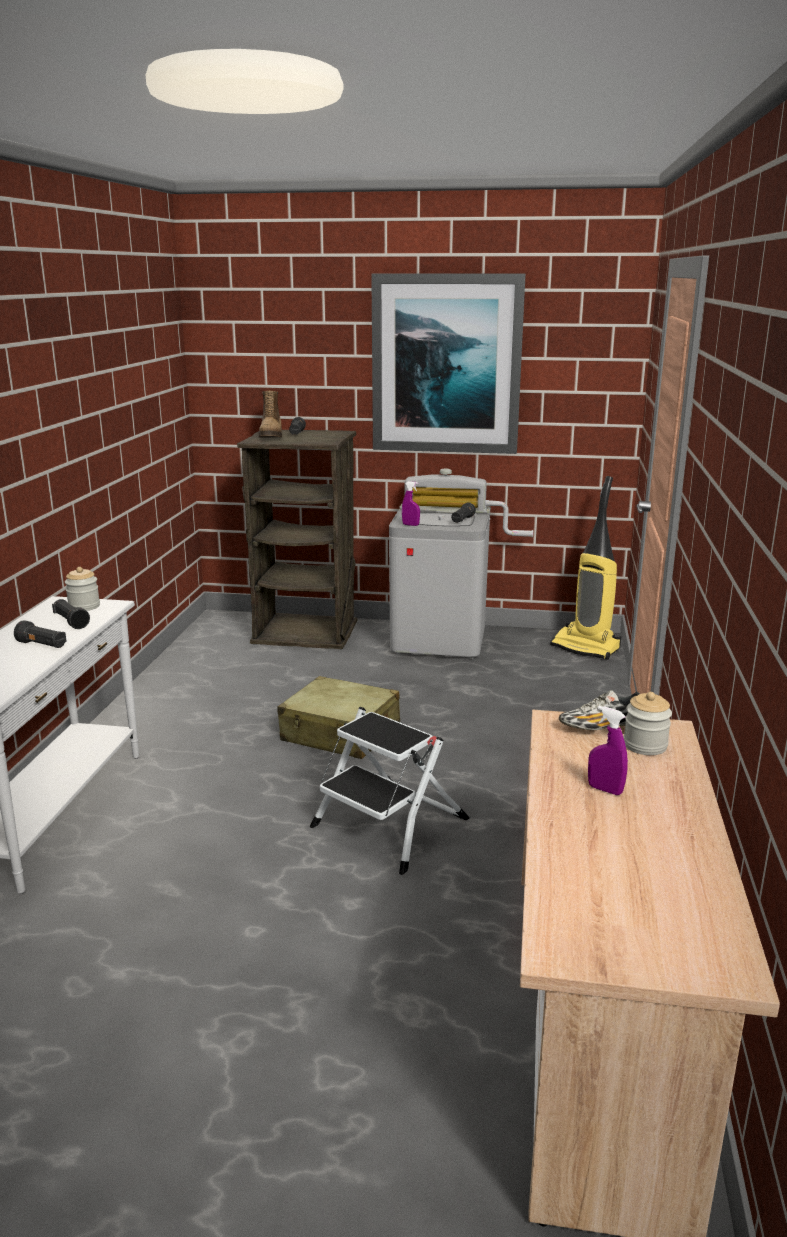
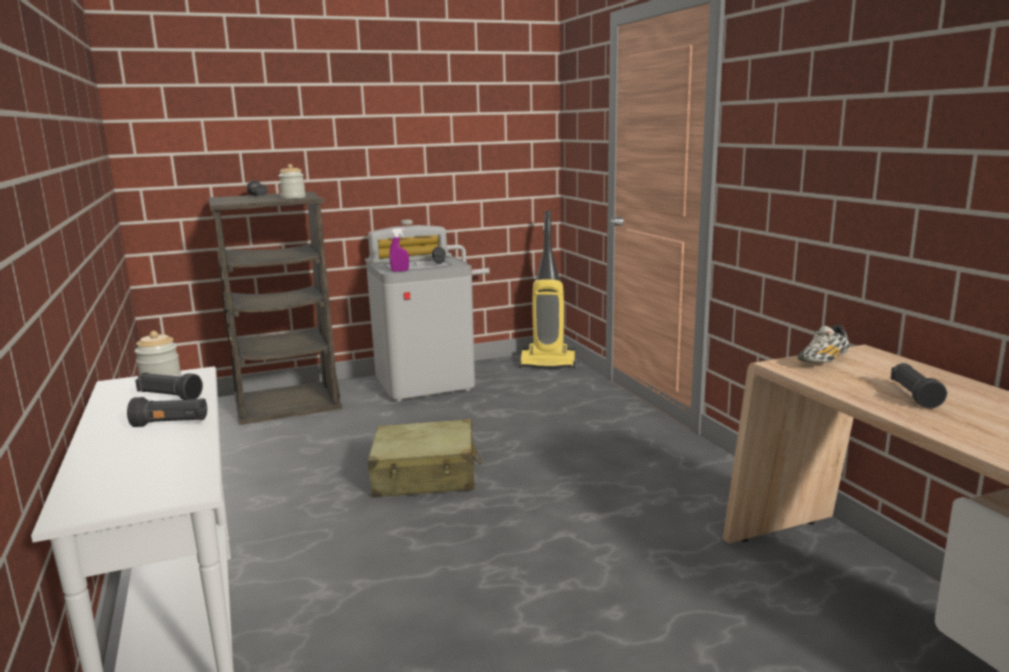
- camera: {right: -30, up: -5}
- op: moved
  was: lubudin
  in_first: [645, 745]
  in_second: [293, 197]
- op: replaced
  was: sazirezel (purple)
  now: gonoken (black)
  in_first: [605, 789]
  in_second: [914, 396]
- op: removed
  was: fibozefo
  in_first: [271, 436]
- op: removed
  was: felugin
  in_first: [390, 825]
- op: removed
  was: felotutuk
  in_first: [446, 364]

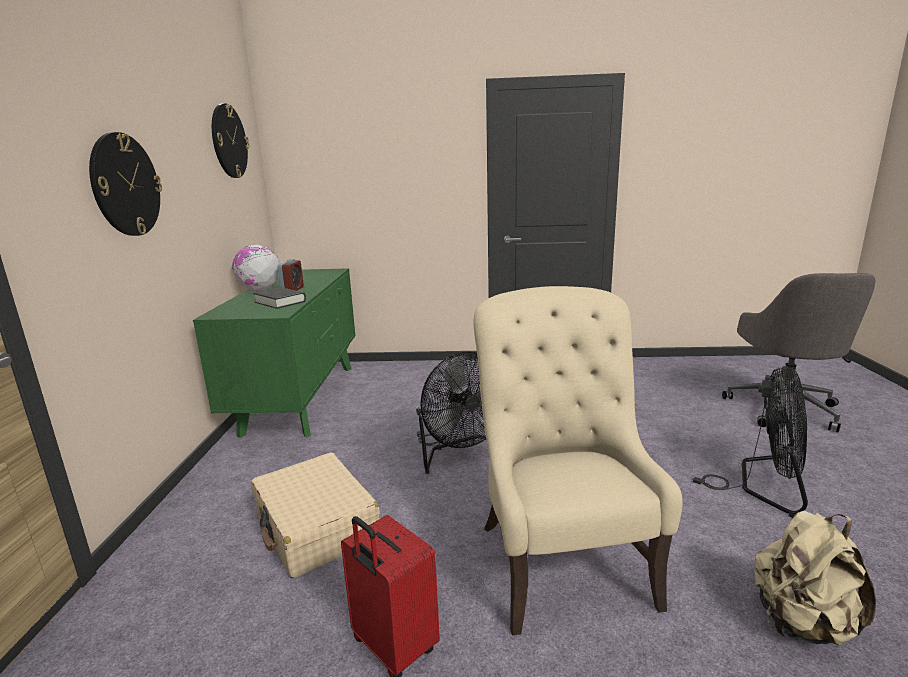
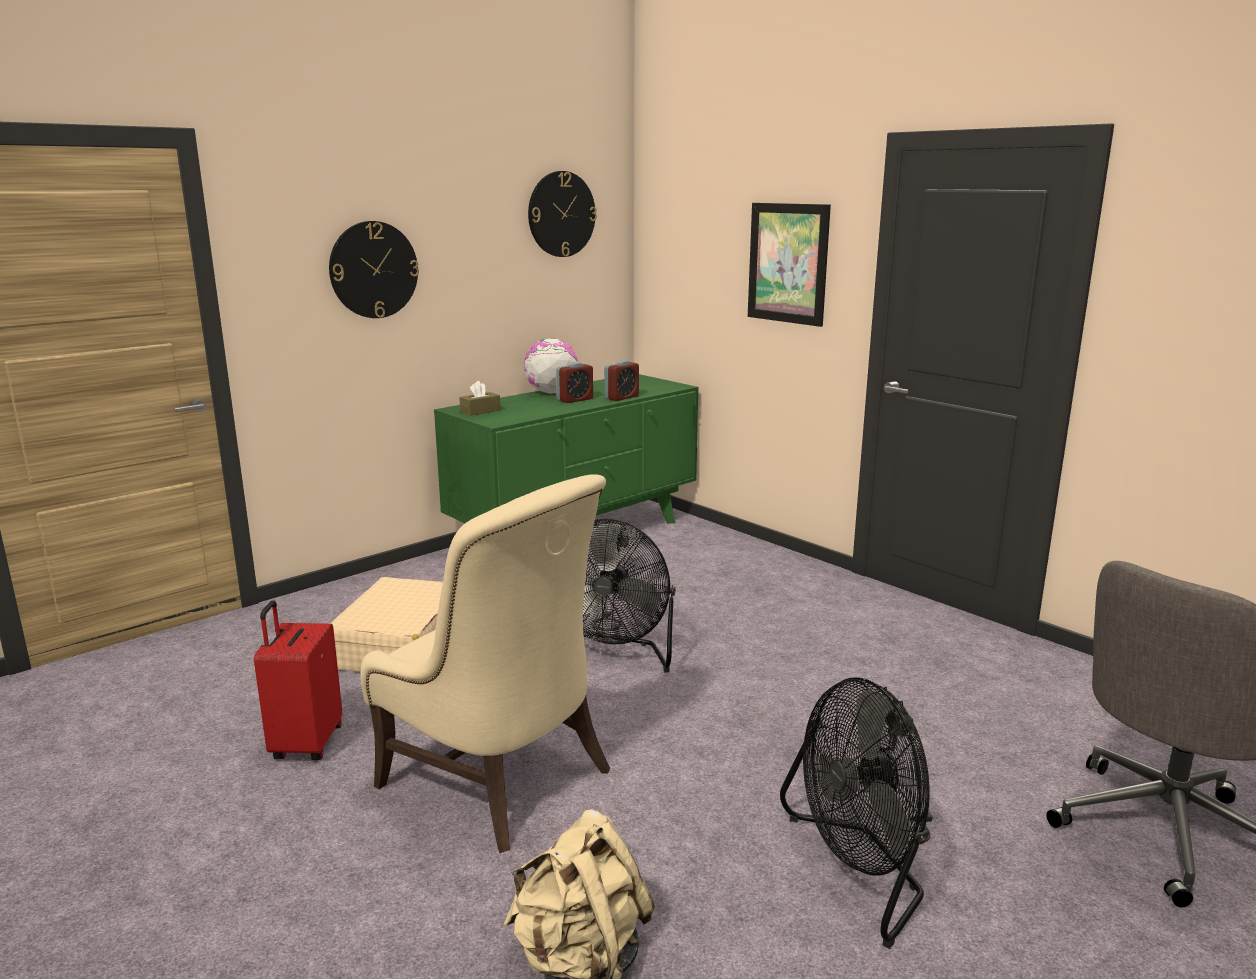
- camera: {right: 45, up: 0}
- op: turned
  was: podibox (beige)
  in_first: [561, 563]
  in_second: [499, 778]
  clockwise: 90
- op: added
  now: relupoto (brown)
  in_second: [480, 411]
- op: added
  now: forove
  in_second: [621, 397]
- op: added
  now: felotutuk
  in_second: [788, 263]
- op: turned
  was: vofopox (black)
  in_first: [761, 482]
  in_second: [865, 864]
  clockwise: 90
- op: removed
  was: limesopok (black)
  in_first: [280, 302]

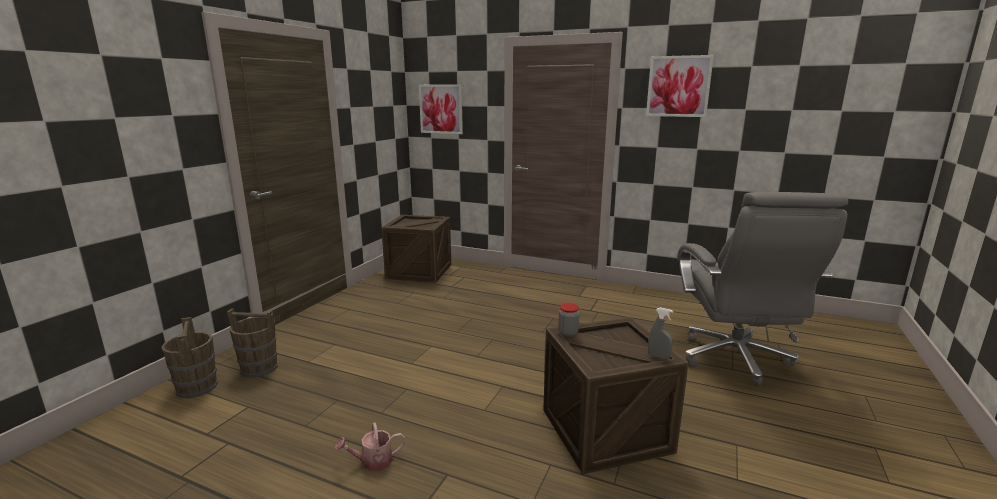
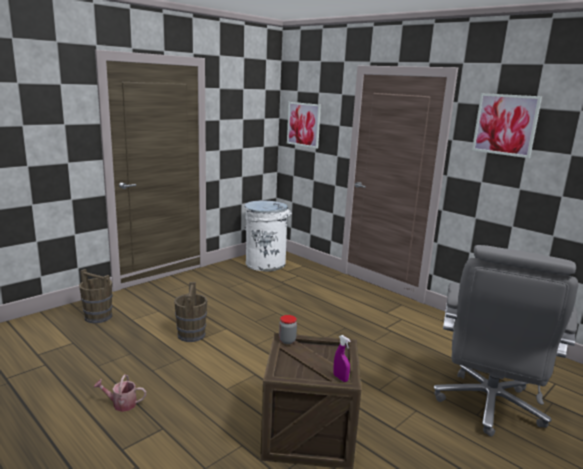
- camera: {right: 20, up: 0}
- op: moved
  was: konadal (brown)
  in_first: [197, 387]
  in_second: [191, 334]
- op: replaced
  was: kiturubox
  now: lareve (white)
  in_first: [419, 271]
  in_second: [265, 263]
- op: recoloured
  was: sazirezel (grey)
  now: sazirezel (purple)
  in_first: [658, 356]
  in_second: [340, 378]

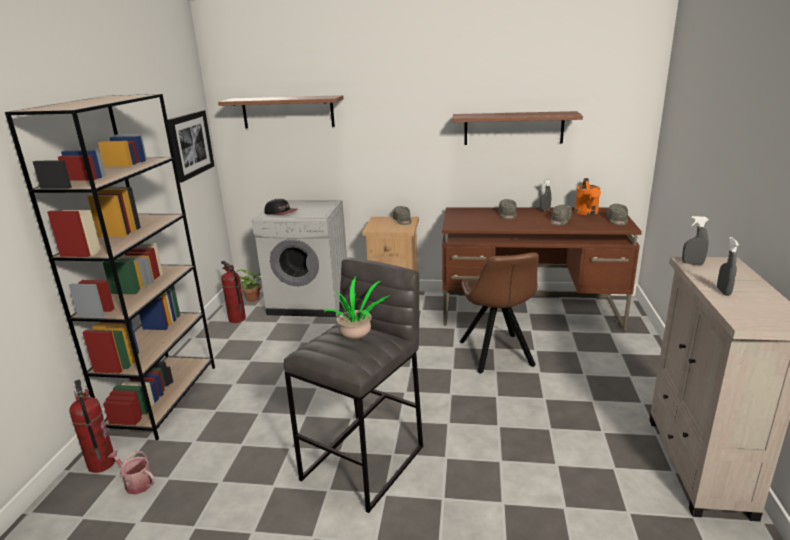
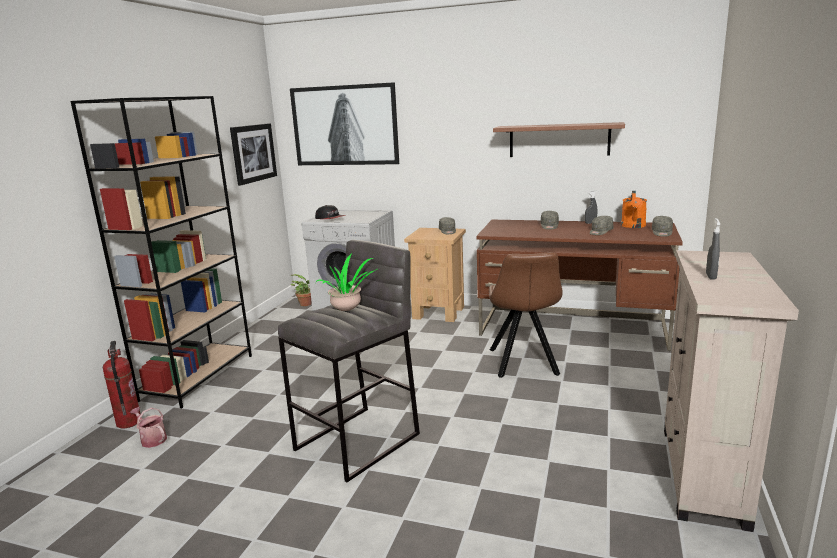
- camera: {right: 10, up: -5}
- op: replaced
  was: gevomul
  now: felotutuk
  in_first: [288, 112]
  in_second: [344, 125]
- op: removed
  was: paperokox
  in_first: [236, 319]
- op: removed
  was: sazirezel (grey)
  in_first: [692, 263]

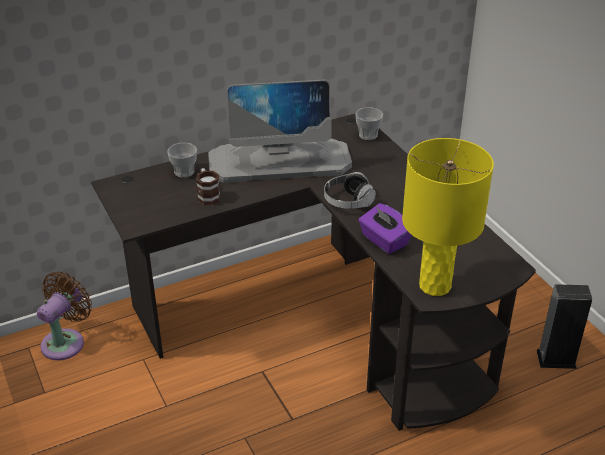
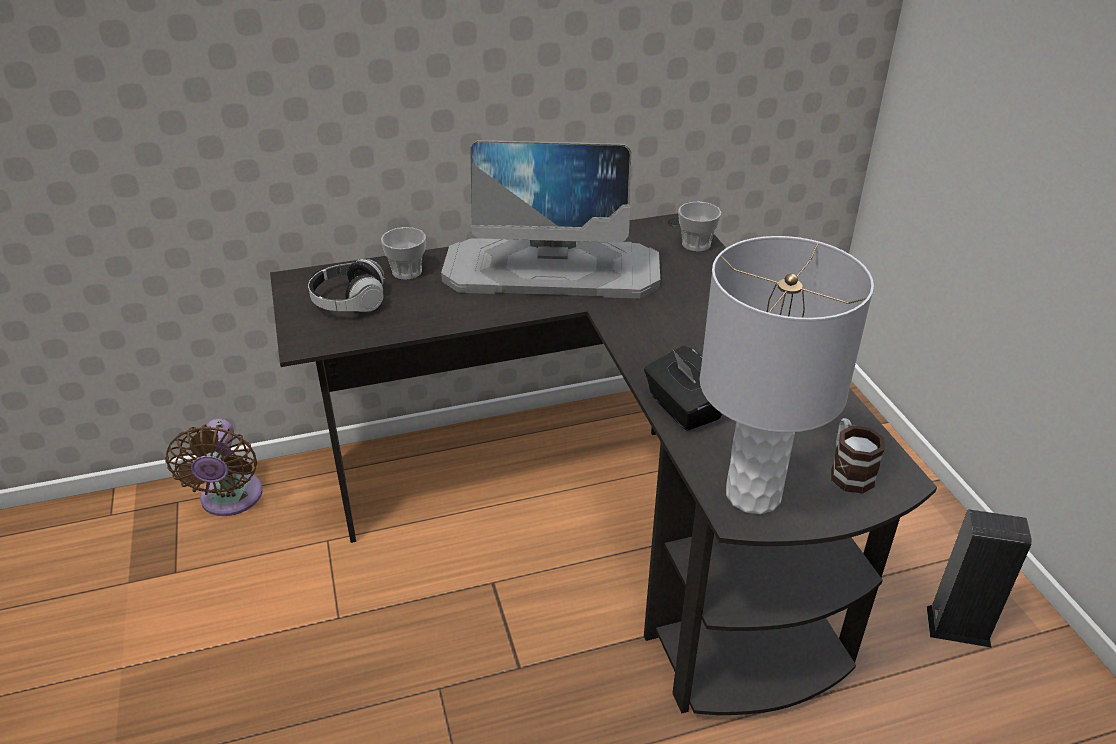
- camera: {right: 10, up: 0}
- op: turned
  was: vofopox (brown)
  in_first: [66, 341]
  in_second: [230, 500]
  clockwise: 135
- op: moved
  was: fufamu
  in_first: [348, 201]
  in_second: [349, 302]
- op: recoloured
  was: relupoto (purple)
  now: relupoto (black)
  in_first: [384, 241]
  in_second: [683, 408]
- op: recoloured
  was: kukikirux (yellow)
  now: kukikirux (grey)
  in_first: [434, 285]
  in_second: [752, 494]
- op: moved
  was: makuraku
  in_first: [207, 195]
  in_second: [848, 471]

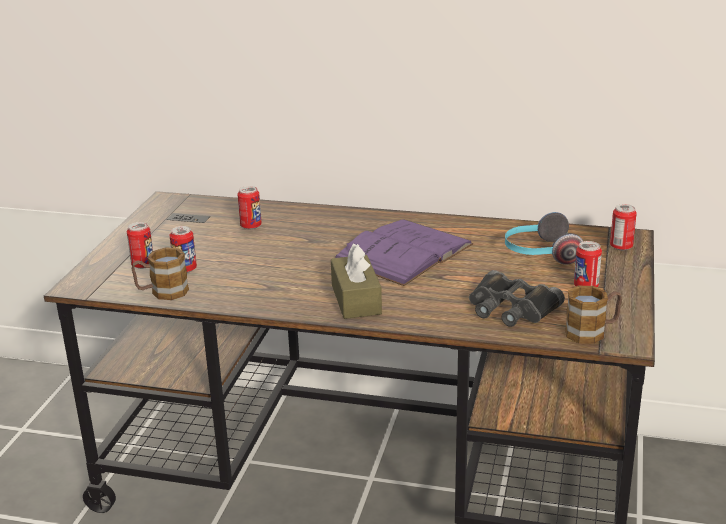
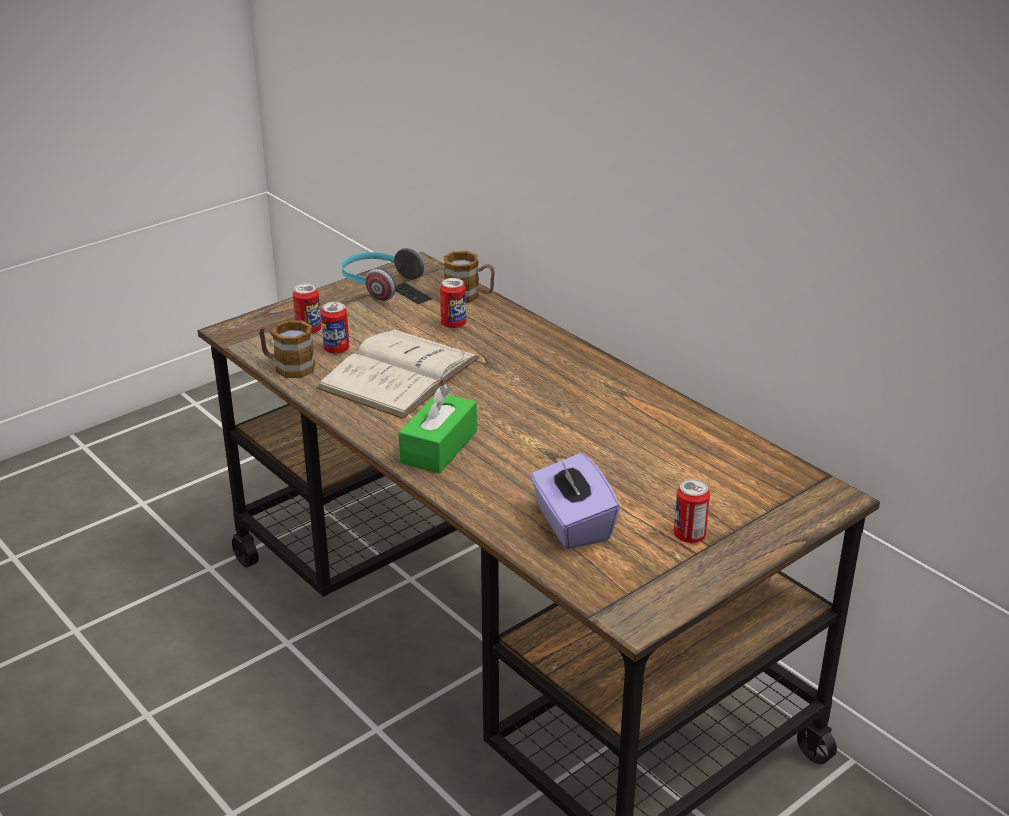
- camera: {right: 35, up: 5}
- op: added
  now: limesopok (white)
  in_second: [399, 373]
- op: moved
  was: fufamu
  in_first: [540, 253]
  in_second: [378, 284]
- op: recoloured
  was: relupoto (brown)
  now: relupoto (green)
  in_first: [356, 299]
  in_second: [439, 447]
- op: moved
  was: makuraku
  in_first: [592, 332]
  in_second: [469, 296]
- op: replaced
  was: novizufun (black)
  now: relupoto (purple)
  in_first: [510, 308]
  in_second: [572, 525]
- op: removed
  was: limesopok (purple)
  in_first: [403, 252]
- op: removed
  was: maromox
  in_first: [621, 247]

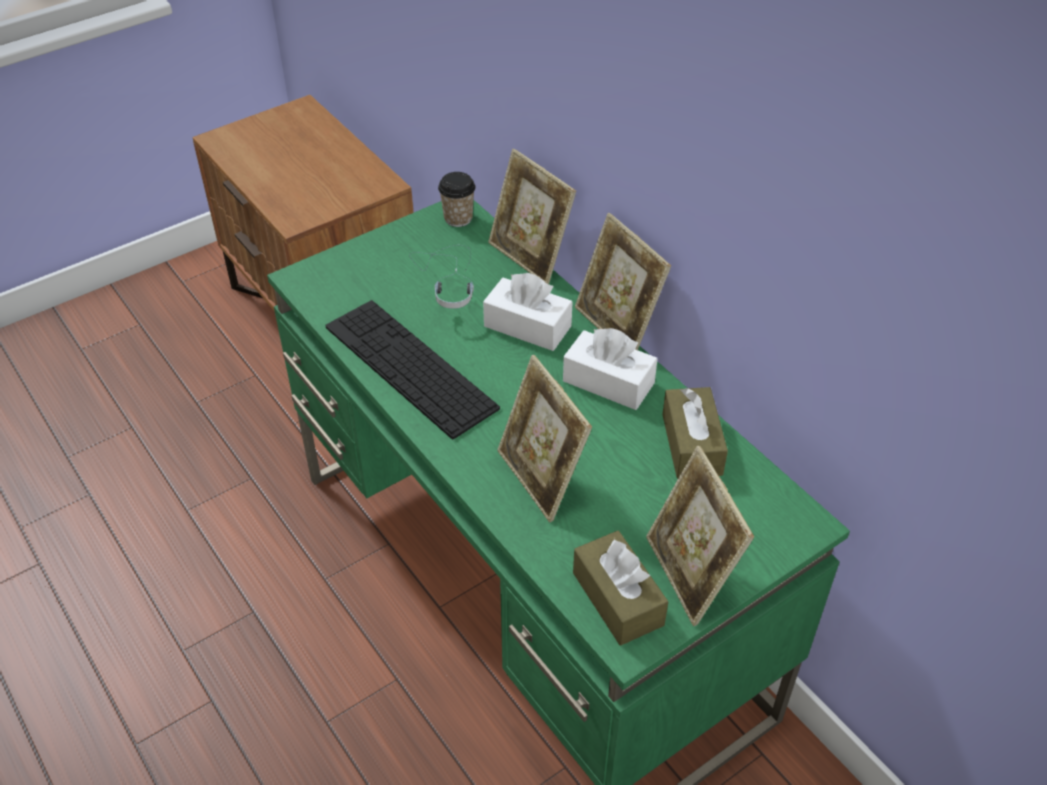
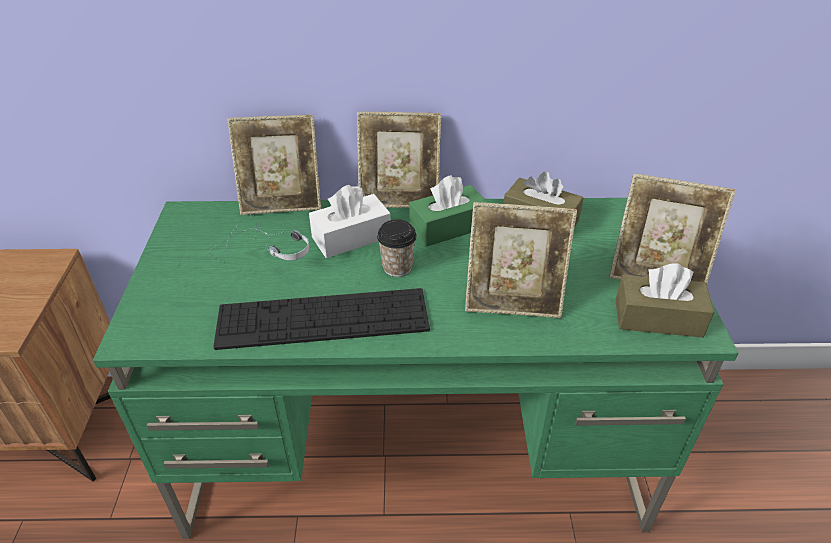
- camera: {right: -55, up: -5}
- op: moved
  was: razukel
  in_first: [458, 218]
  in_second: [397, 267]
- op: recoloured
  was: relupoto (white)
  now: relupoto (green)
  in_first: [608, 382]
  in_second: [448, 227]

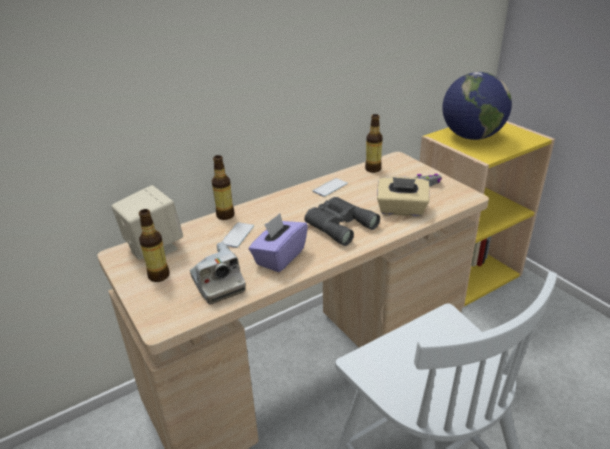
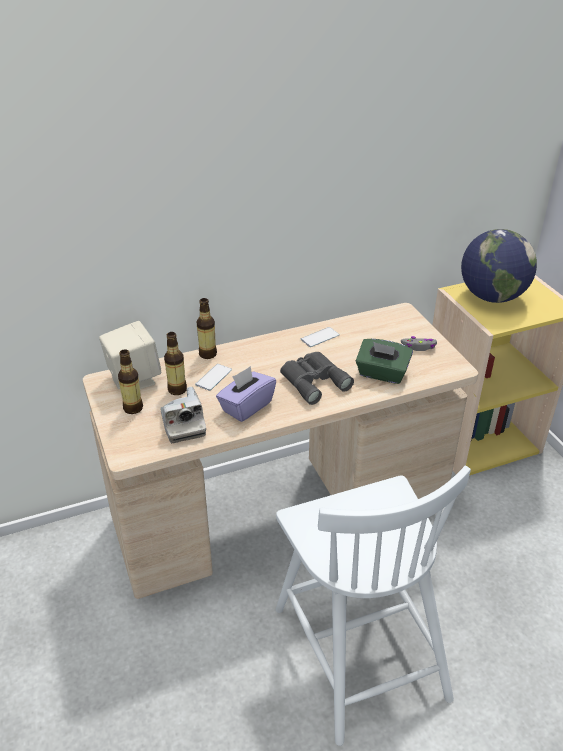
- camera: {right: 10, up: 5}
- op: moved
  was: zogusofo
  in_first: [373, 169]
  in_second: [177, 389]
- op: recoloured
  was: relupoto (beige)
  now: relupoto (green)
  in_first: [401, 210]
  in_second: [382, 374]

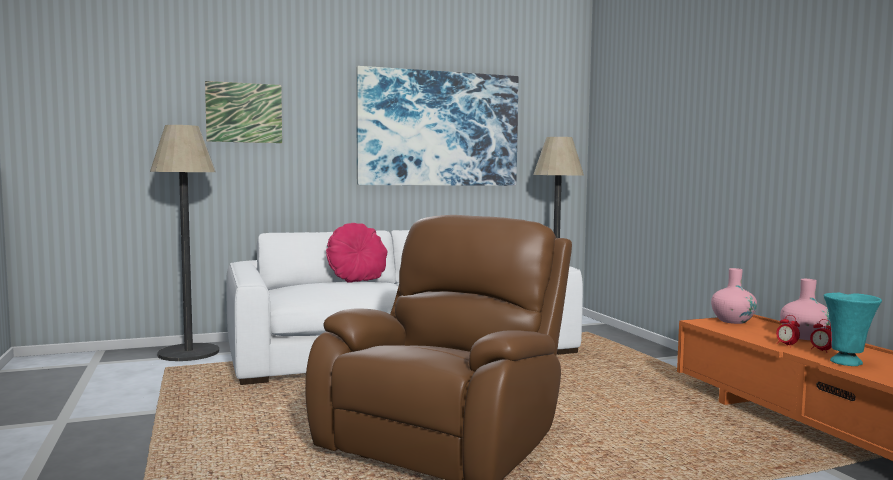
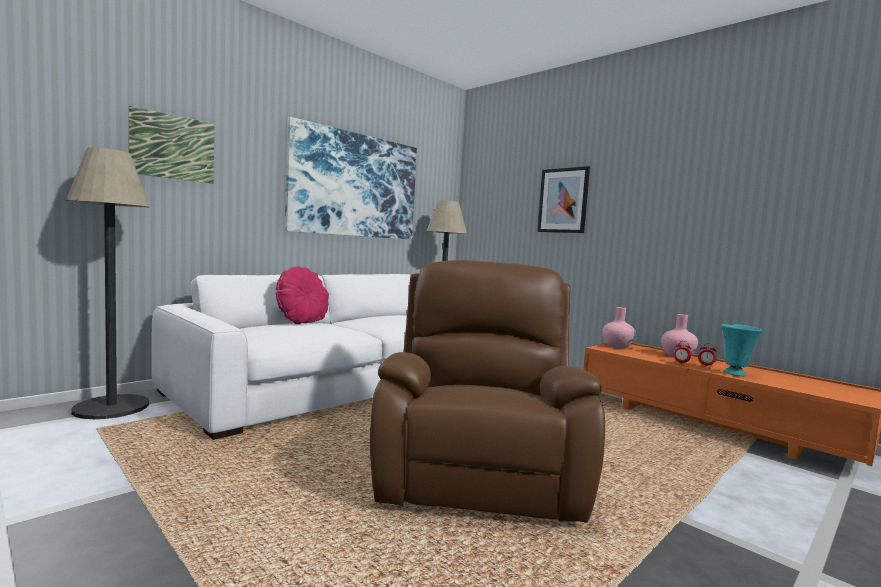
- camera: {right: -25, up: 0}
- op: added
  now: felotutuk
  in_second: [563, 200]

